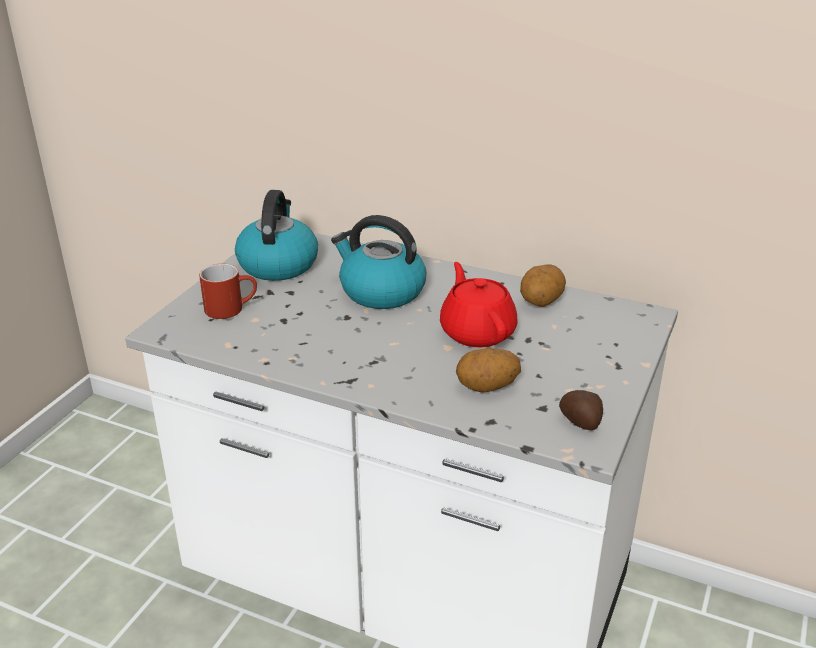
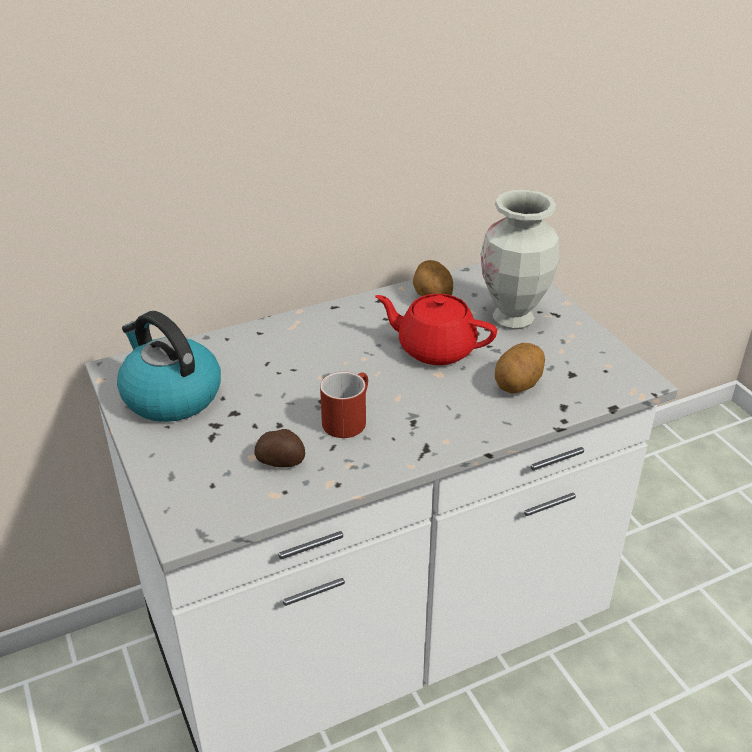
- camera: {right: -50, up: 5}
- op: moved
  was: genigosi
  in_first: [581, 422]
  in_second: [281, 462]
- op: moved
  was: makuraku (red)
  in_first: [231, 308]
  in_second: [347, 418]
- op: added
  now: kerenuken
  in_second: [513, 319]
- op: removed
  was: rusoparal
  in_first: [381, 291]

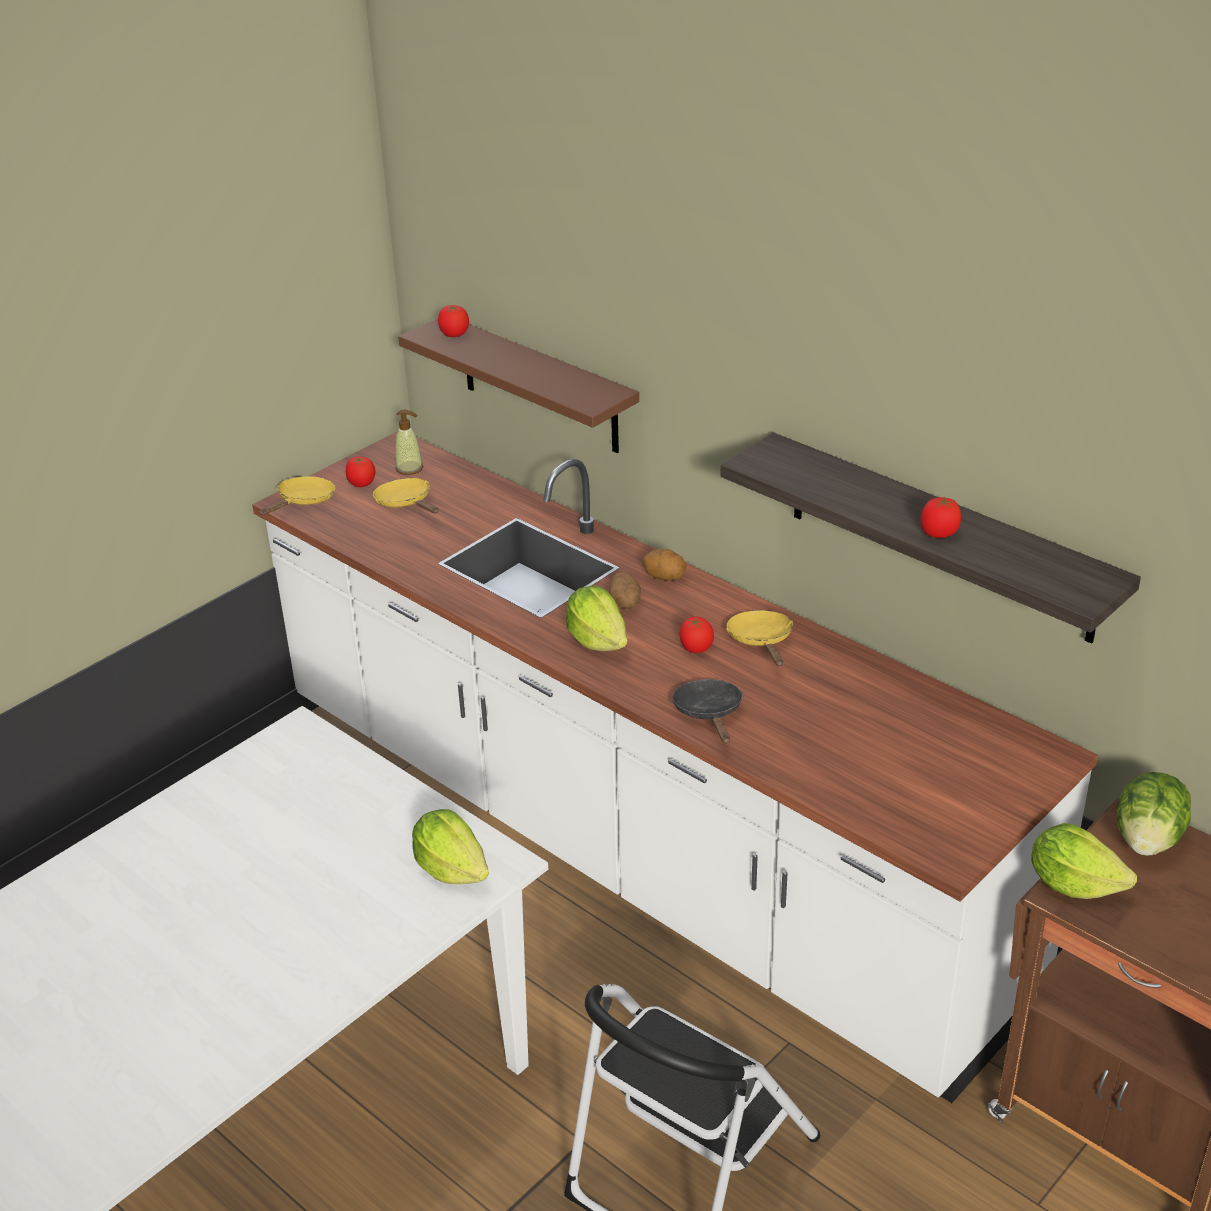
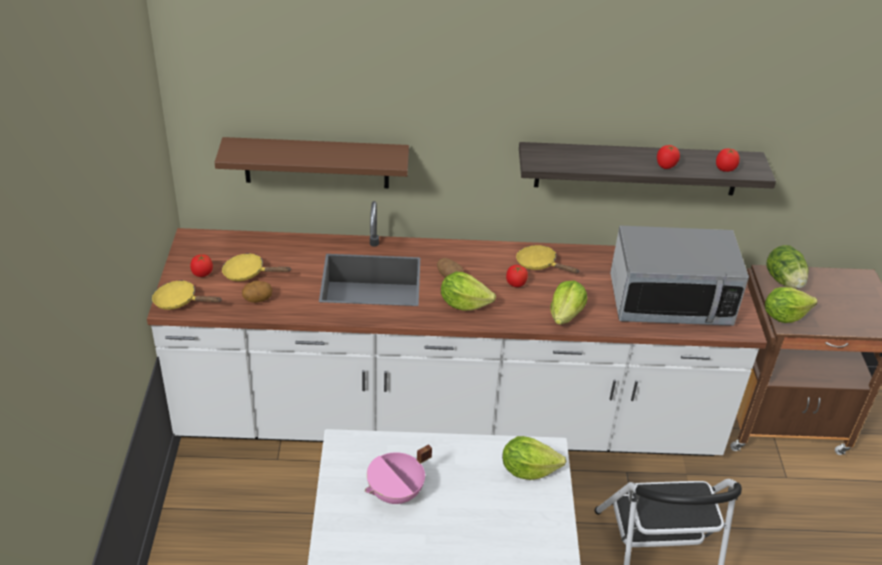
- camera: {right: -45, up: 5}
- op: turned
  was: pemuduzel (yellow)
  in_first: [303, 501]
  in_second: [179, 301]
  clockwise: -60
- op: moved
  was: genigosi
  in_first: [664, 577]
  in_second: [258, 299]
- op: added
  now: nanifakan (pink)
  in_second: [396, 493]
- op: replaced
  was: pemuduzel (black)
  now: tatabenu
  in_first: [709, 713]
  in_second: [566, 315]
- op: added
  now: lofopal
  in_second: [670, 301]
- op: moved
  was: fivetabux
  in_first: [454, 335]
  in_second: [725, 169]
- op: removed
  was: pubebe
  in_first: [409, 468]

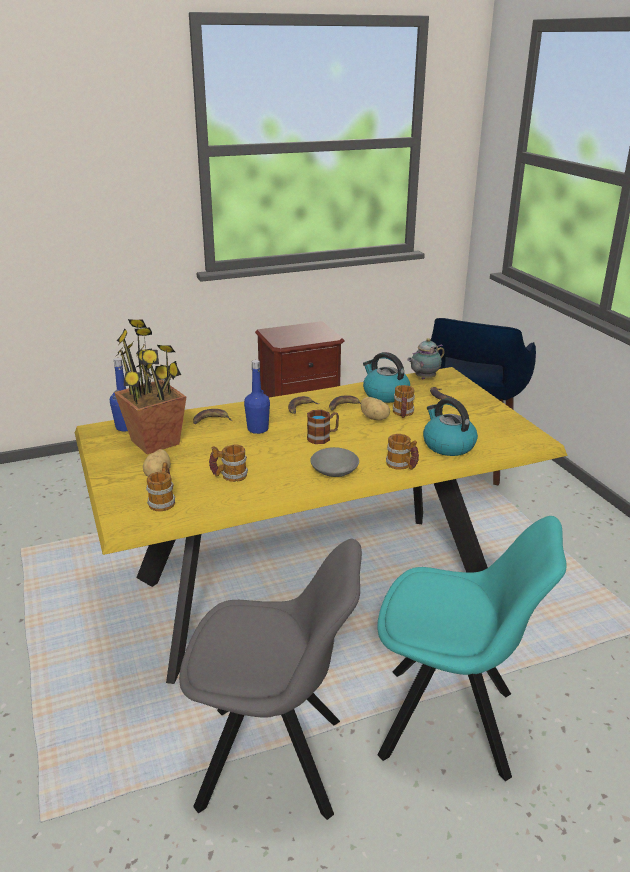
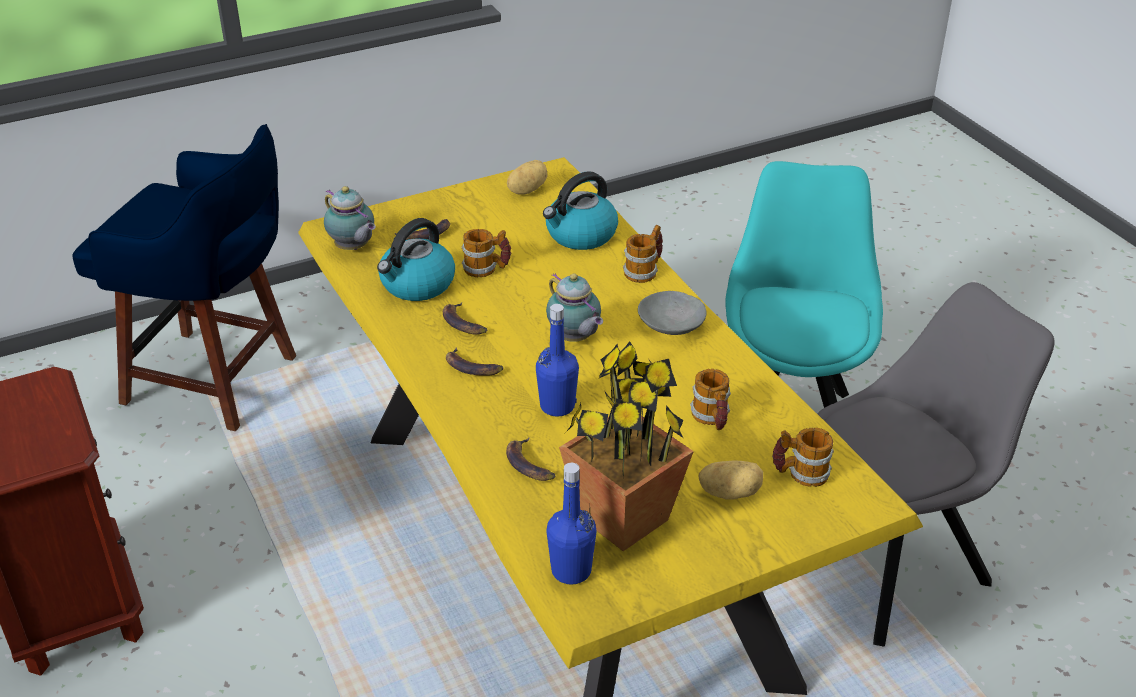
- camera: {right: -95, up: 10}
- op: moved
  was: genigosi
  in_first: [374, 418]
  in_second: [526, 190]
- op: replaced
  was: makuraku
  now: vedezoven
  in_first: [323, 437]
  in_second: [574, 339]
- op: turned
  was: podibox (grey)
  in_first: [273, 761]
  in_second: [889, 568]
  clockwise: 60

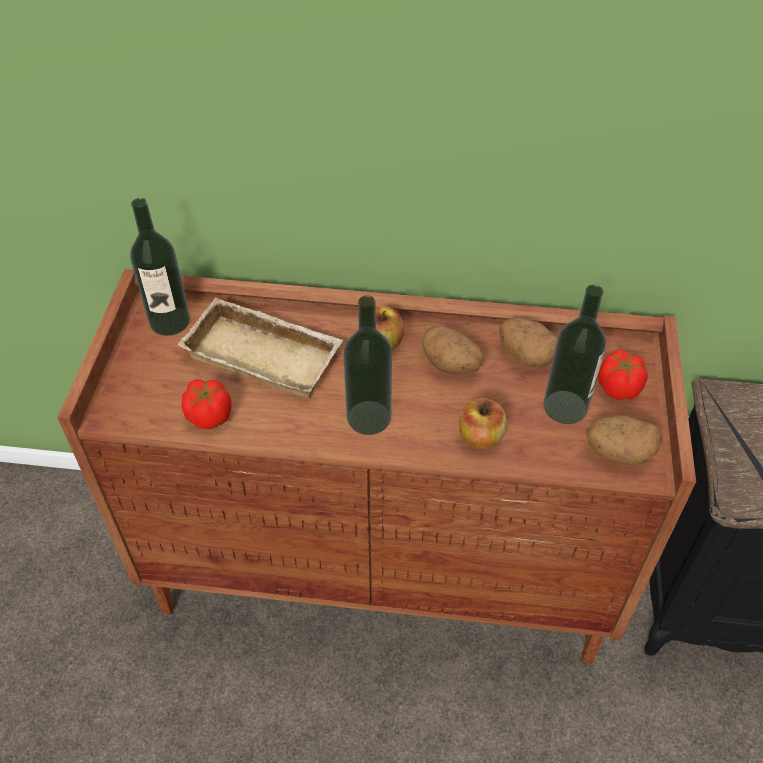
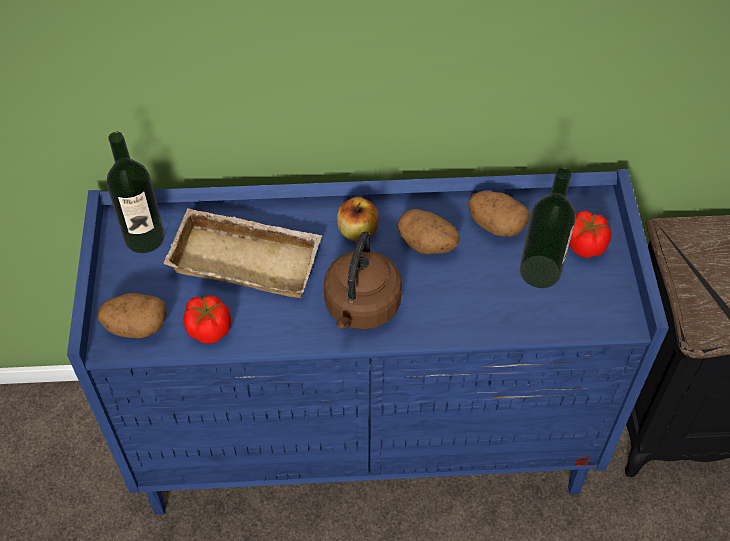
- camera: {right: -10, up: 5}
- op: recoloured
  was: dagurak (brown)
  now: dagurak (blue)
  in_first: [384, 578]
  in_second: [367, 444]
- op: moved
  was: genigosi
  in_first: [618, 452]
  in_second: [136, 326]
- op: replaced
  was: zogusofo
  now: rusoparal (brown)
  in_first: [368, 417]
  in_second: [361, 308]
- op: removed
  was: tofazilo
  in_first: [480, 437]

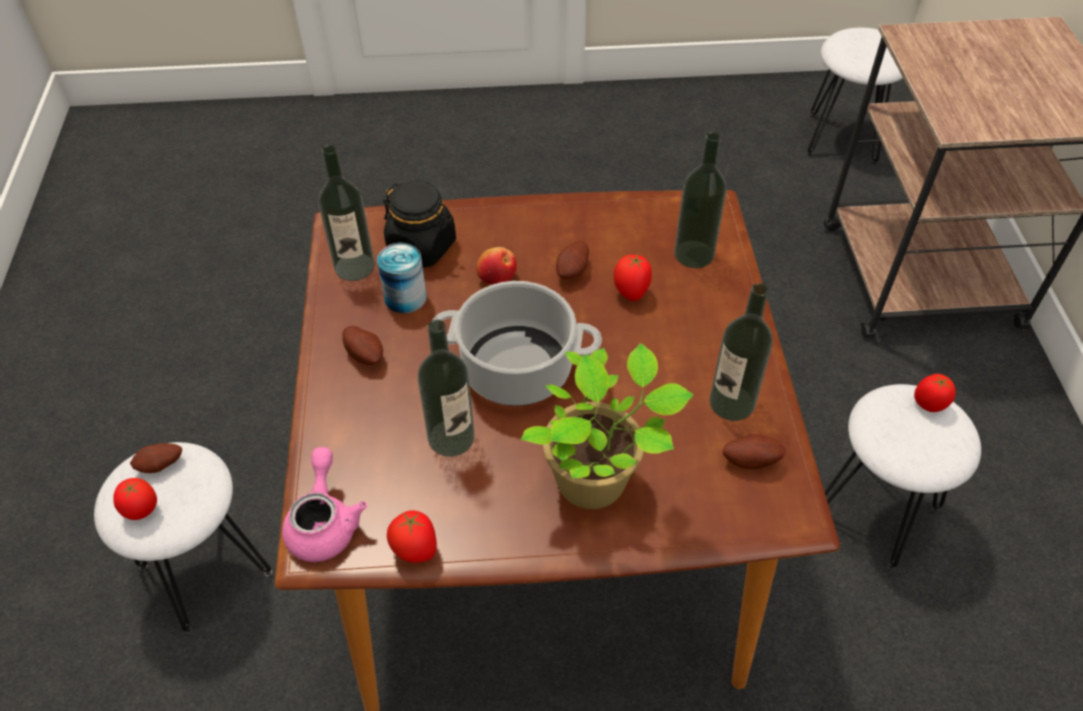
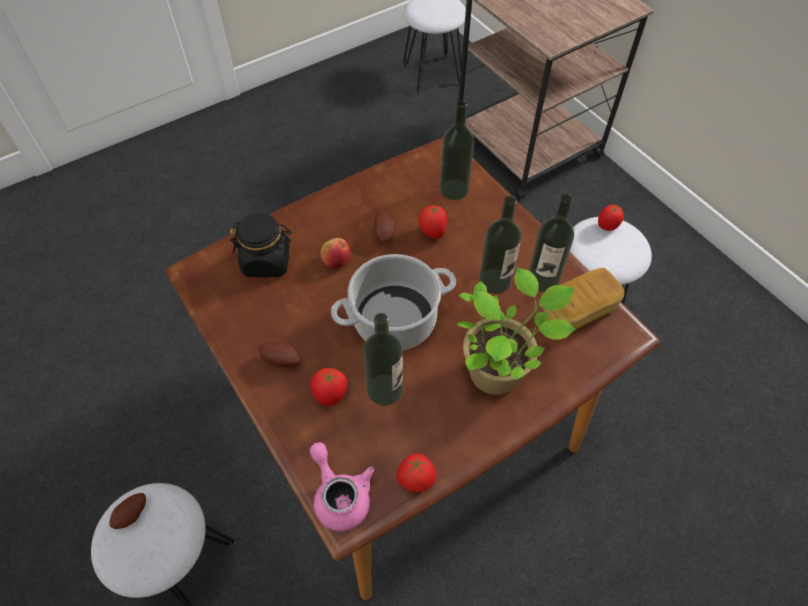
- camera: {right: -30, up: 5}
- op: moved
  was: fivetabux
  in_first: [142, 511]
  in_second: [331, 396]
- op: moved
  was: zogusofo
  in_first: [354, 266]
  in_second: [494, 281]
- op: replaced
  was: genigosi
  now: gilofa
  in_first: [751, 459]
  in_second: [578, 311]
- op: removed
  was: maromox
  in_first: [405, 297]

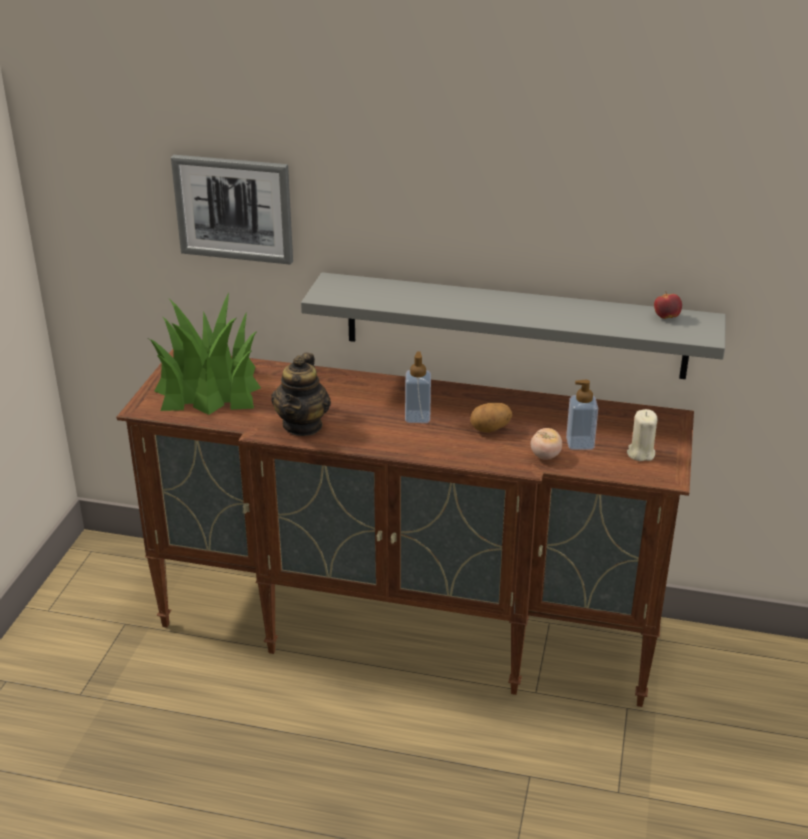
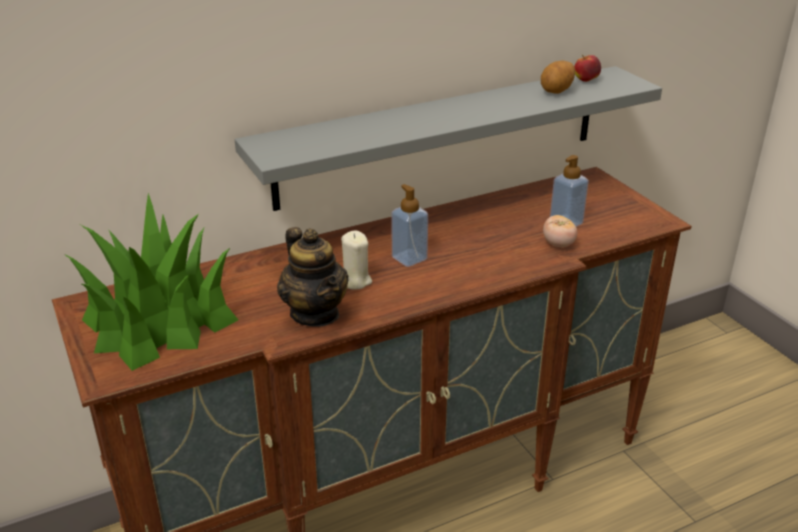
- camera: {right: -40, up: 0}
- op: moved
  was: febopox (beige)
  in_first: [640, 453]
  in_second: [355, 281]
- op: moved
  was: genigosi
  in_first: [490, 430]
  in_second: [556, 91]
- op: removed
  was: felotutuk
  in_first: [234, 208]

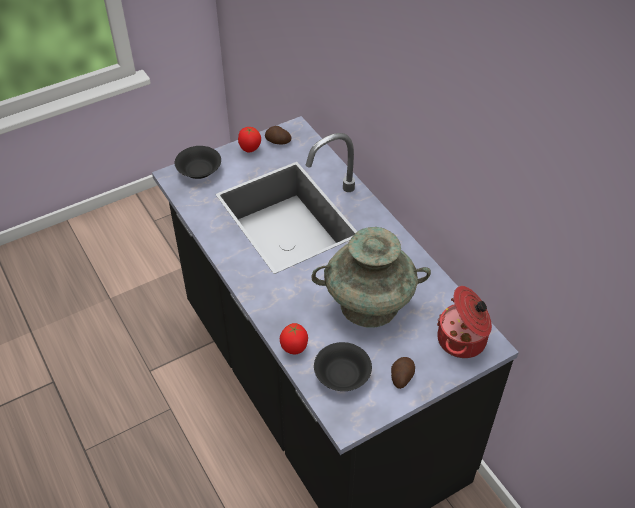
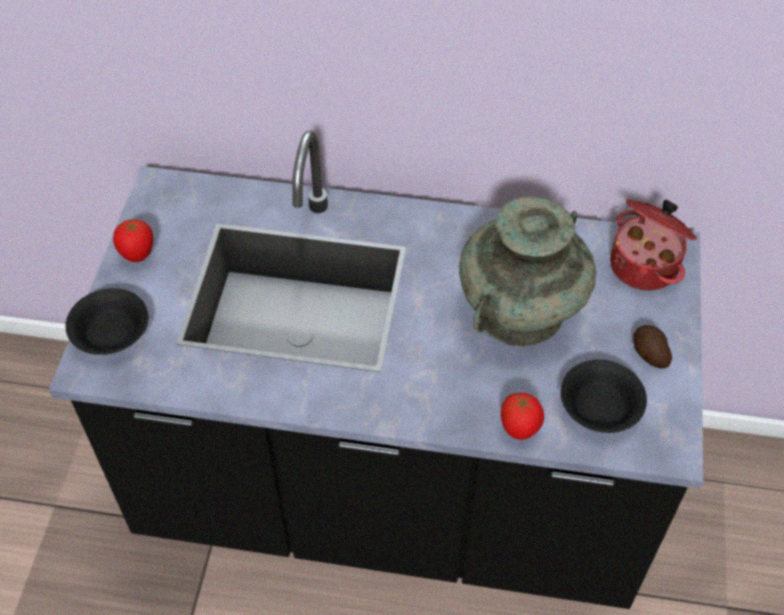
- camera: {right: -50, up: 5}
- op: removed
  was: genigosi
  in_first: [277, 141]

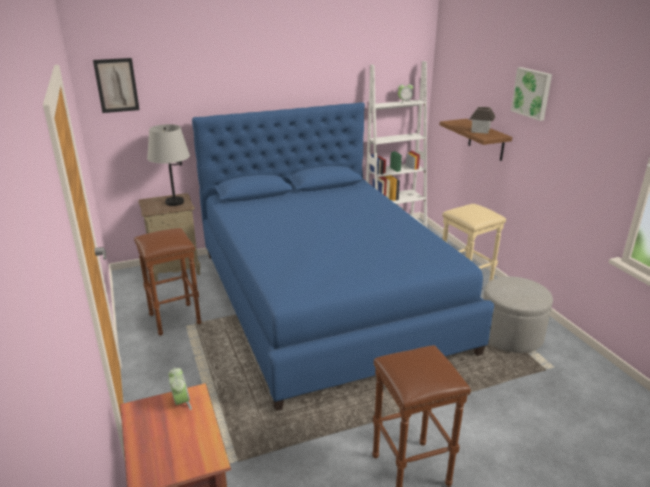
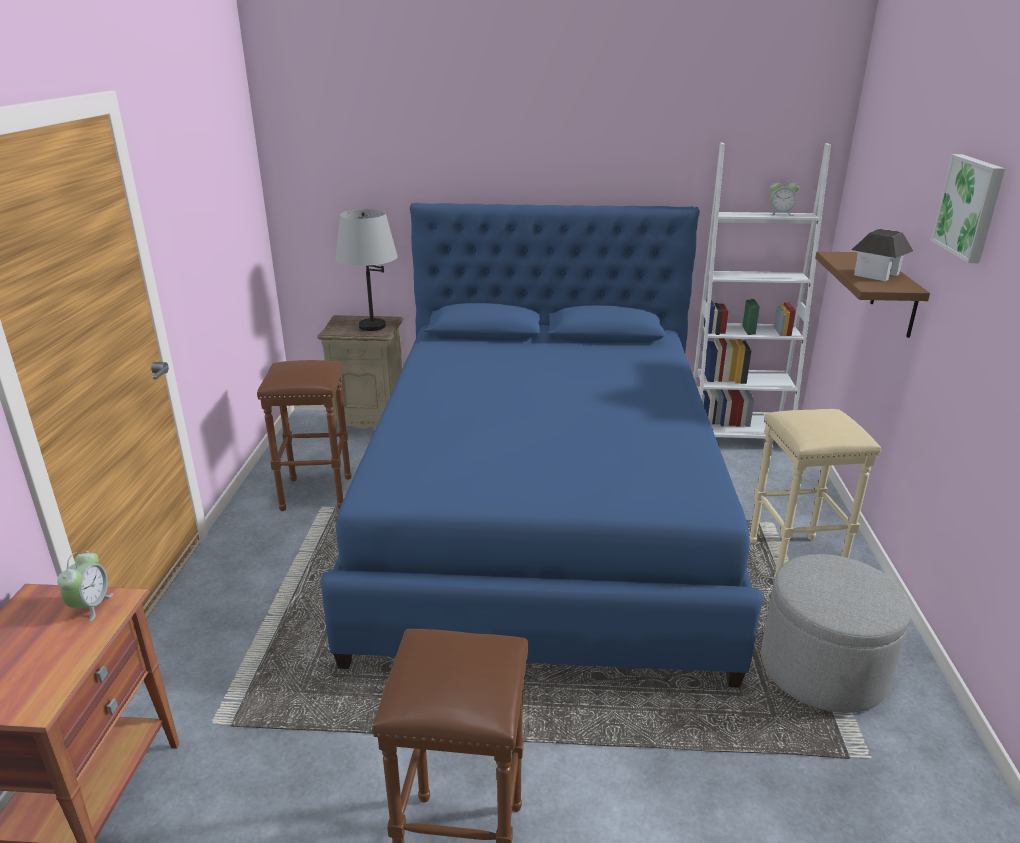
- camera: {right: 25, up: 0}
- op: removed
  was: felotutuk
  in_first: [116, 85]

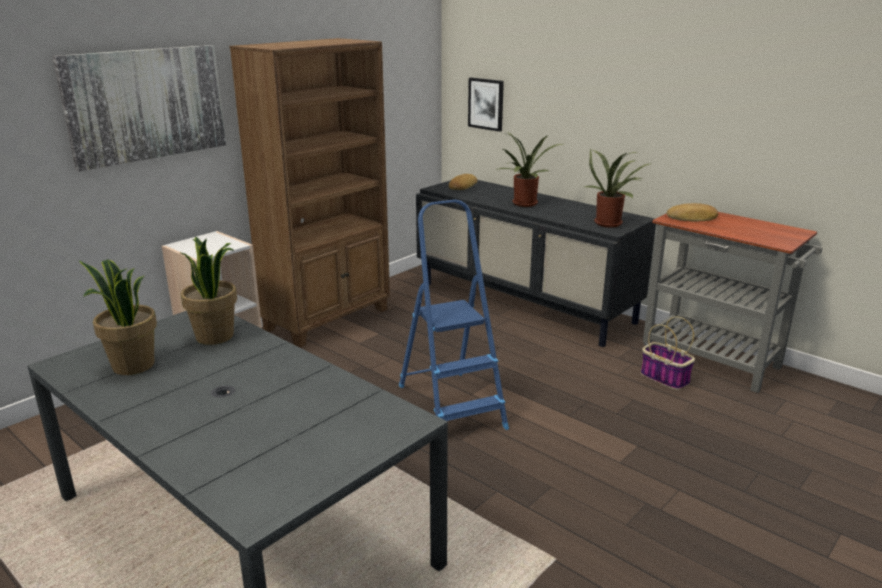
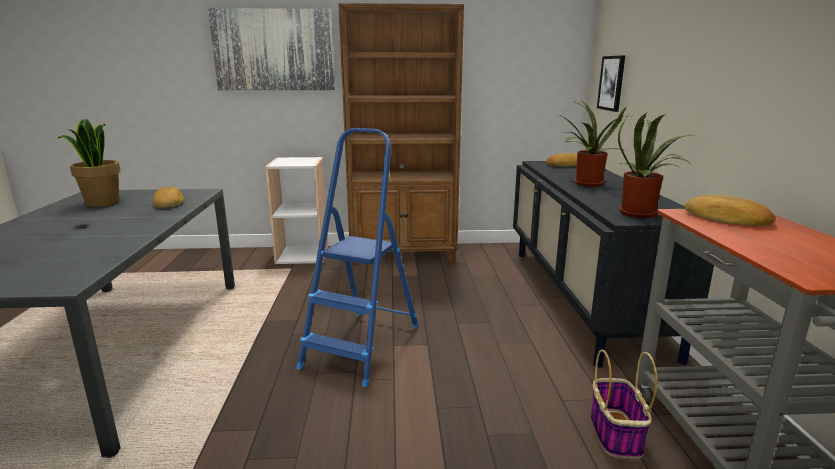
- camera: {right: 45, up: -5}
- op: replaced
  was: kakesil
  now: gilofa
  in_first: [215, 336]
  in_second: [169, 203]

